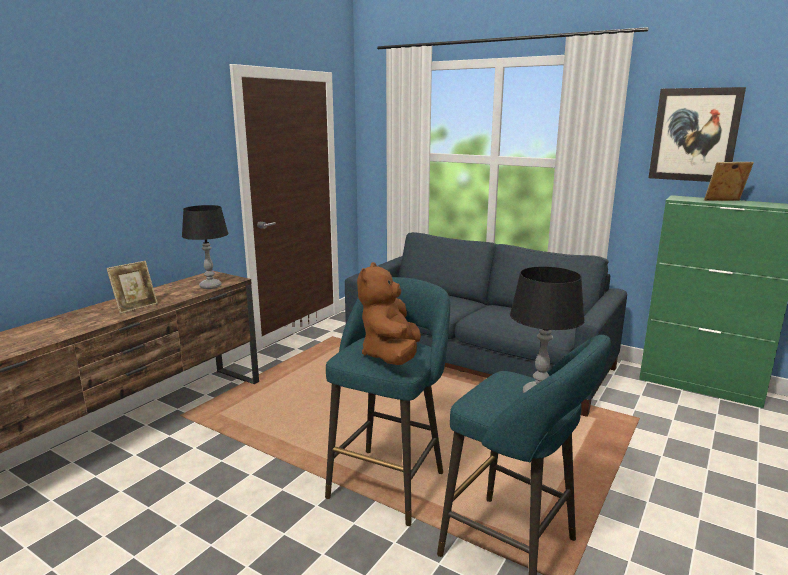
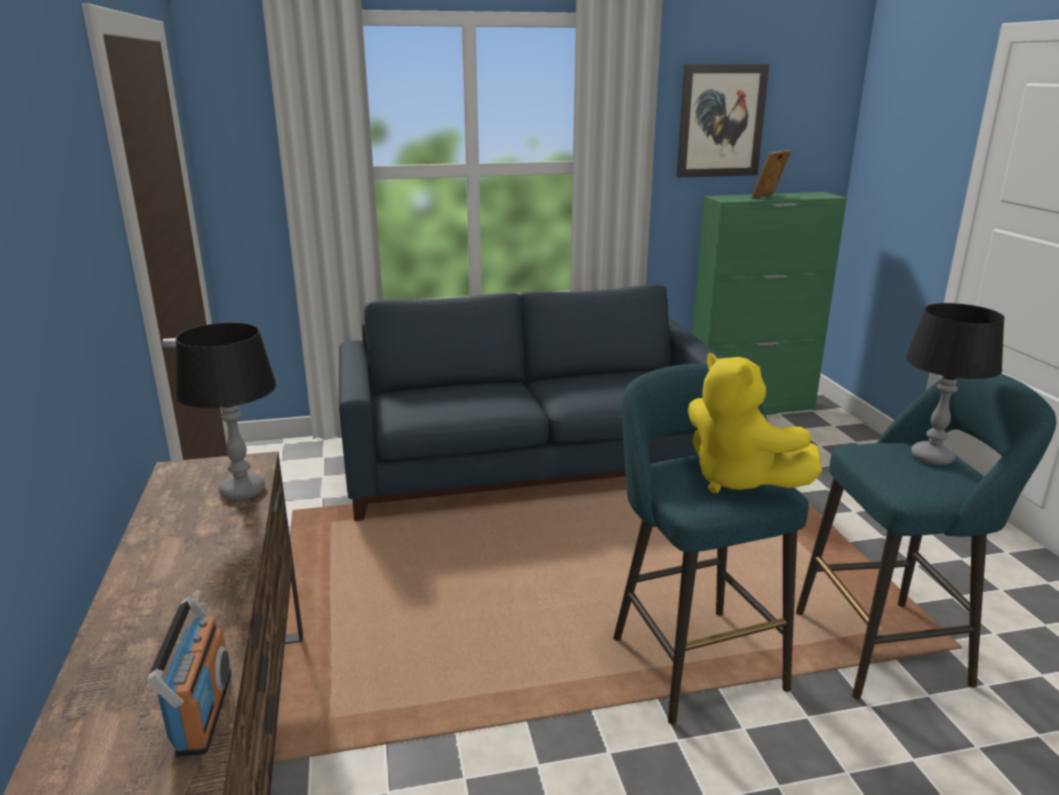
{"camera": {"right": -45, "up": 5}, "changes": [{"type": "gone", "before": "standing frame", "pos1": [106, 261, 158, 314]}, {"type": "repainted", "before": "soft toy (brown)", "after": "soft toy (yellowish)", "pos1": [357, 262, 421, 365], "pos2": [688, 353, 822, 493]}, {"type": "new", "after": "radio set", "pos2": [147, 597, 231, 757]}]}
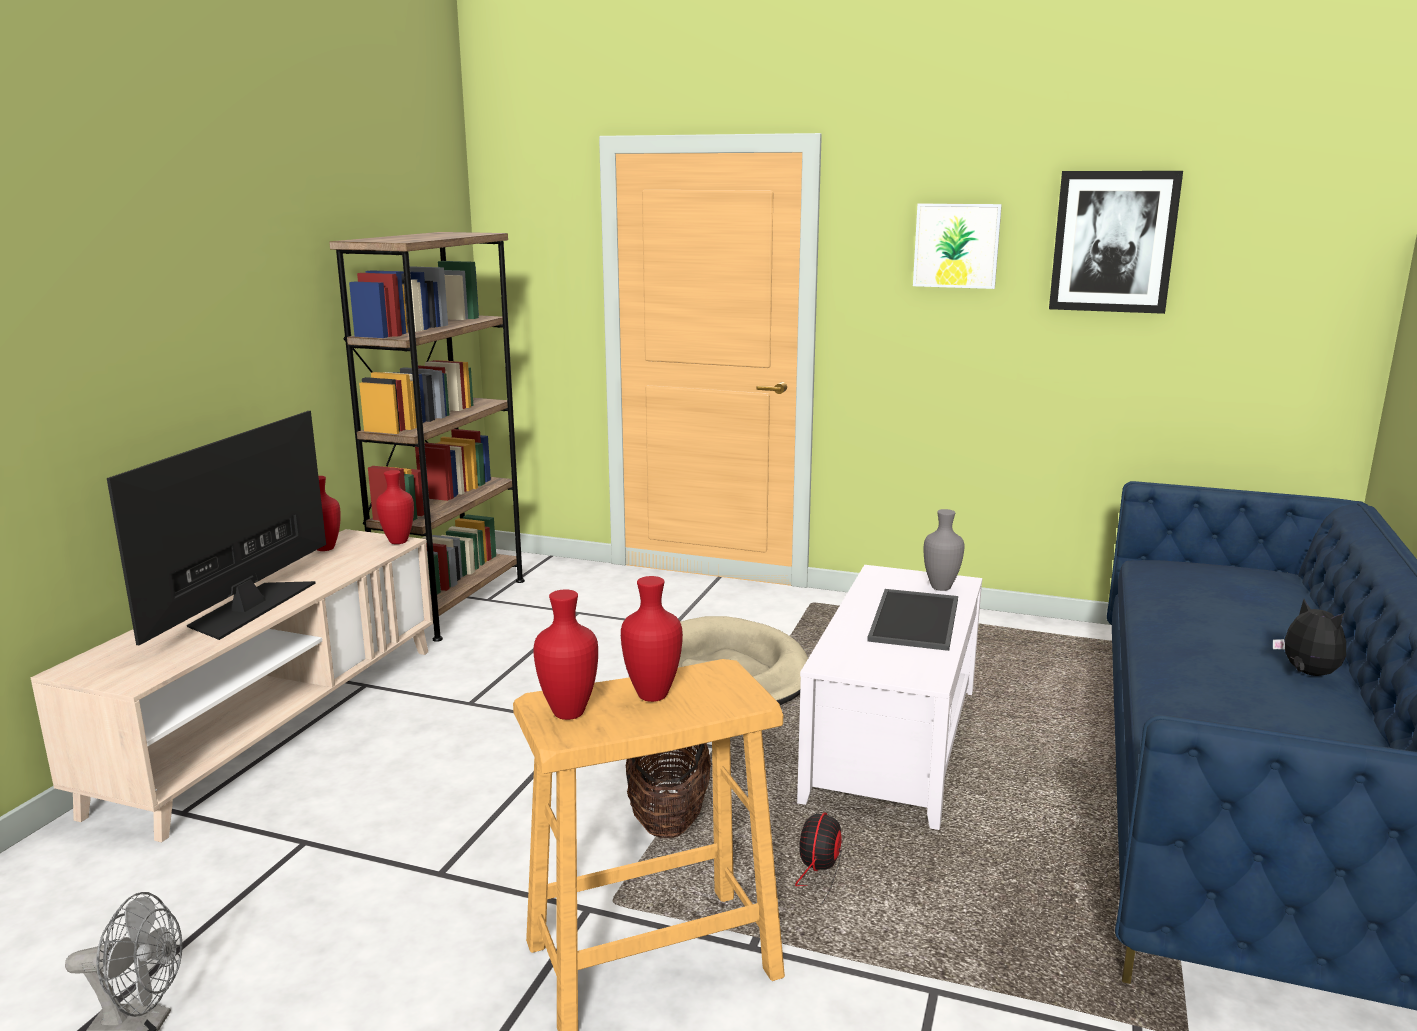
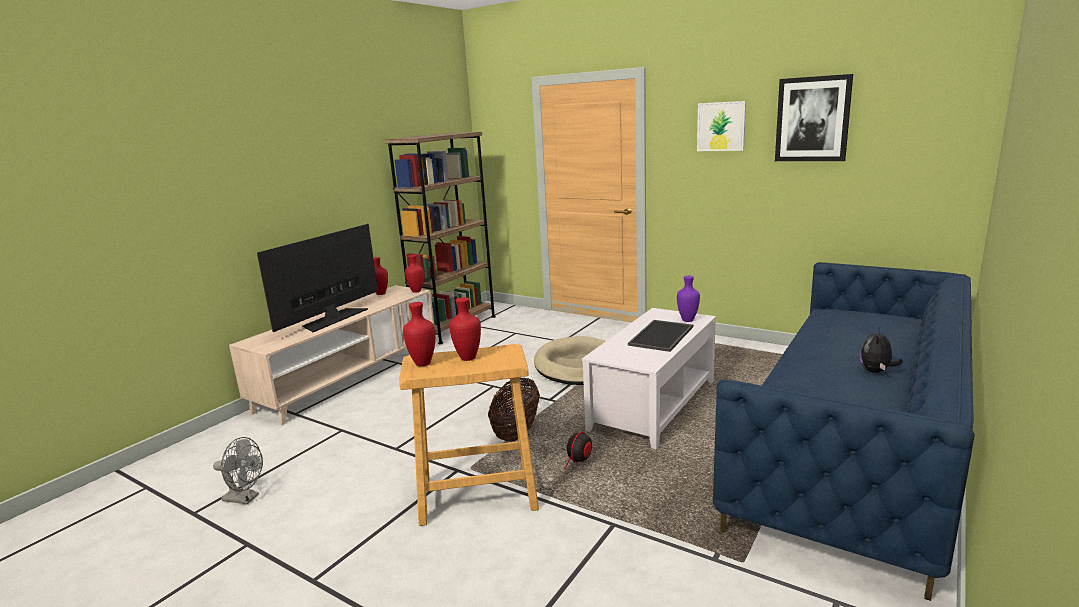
{"camera": {"right": 15, "up": 0}, "changes": [{"type": "repainted", "before": "decorative vase (gray)", "after": "decorative vase (purple)", "pos1": [924, 509, 964, 591], "pos2": [677, 276, 700, 322]}, {"type": "rotated", "before": "soft toy", "pos1": [1273, 599, 1346, 676], "pos2": [860, 328, 903, 373], "turn": -135}]}
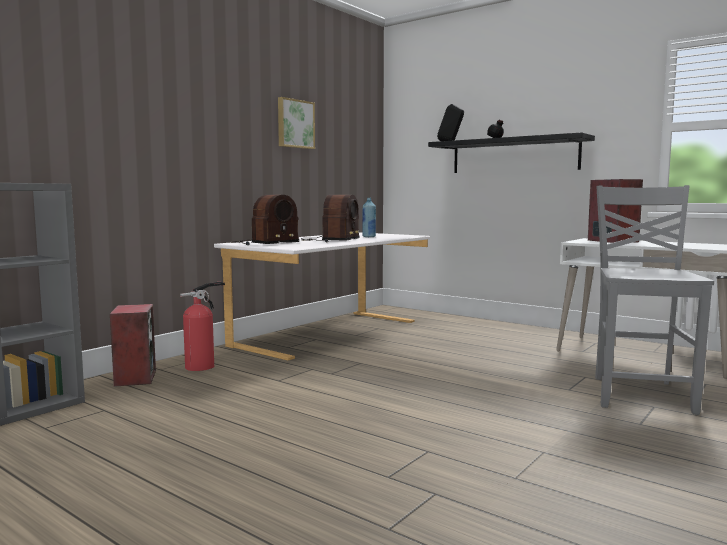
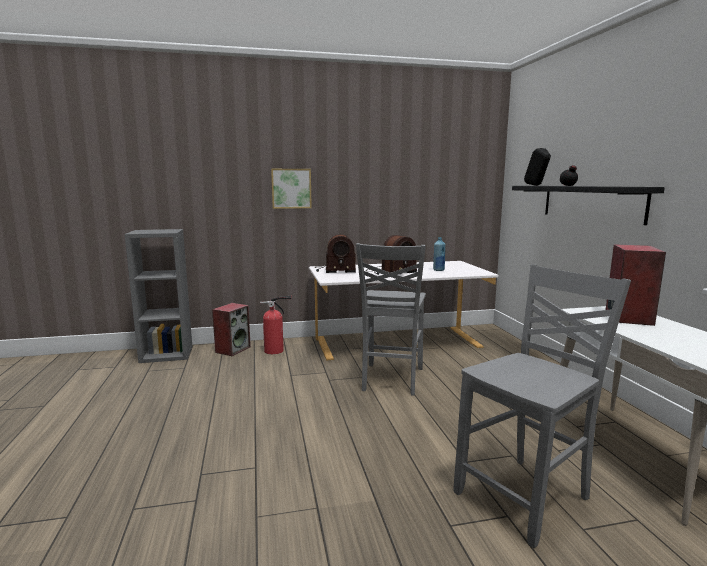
{"camera": {"right": 40, "up": 5}, "changes": [{"type": "shifted", "before": "picture", "pos1": [278, 97, 315, 149], "pos2": [271, 169, 312, 209]}, {"type": "new", "after": "plain chair (gray)", "pos2": [356, 243, 426, 395]}]}
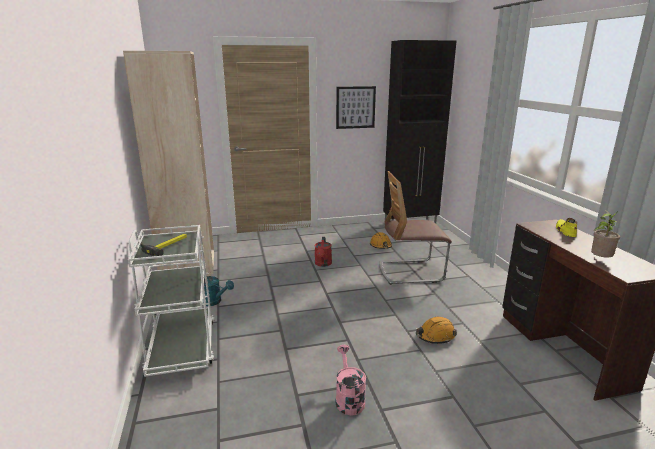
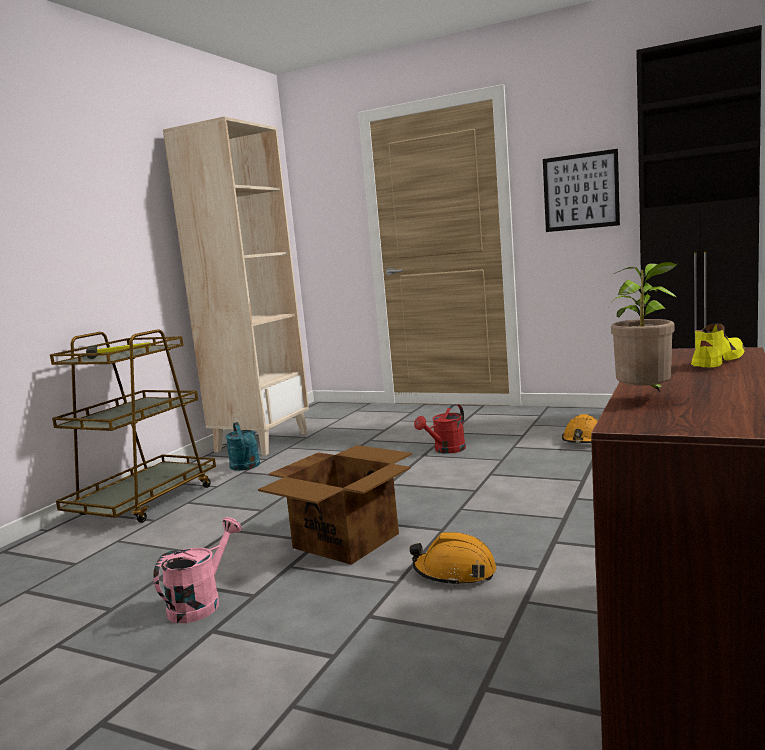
{"camera": {"right": 40, "up": -10}, "changes": [{"type": "gone", "before": "plain chair", "pos1": [380, 171, 452, 285]}, {"type": "repainted", "before": "wheeled cart (white)", "after": "wheeled cart (brown)", "pos1": [128, 225, 214, 377], "pos2": [50, 329, 216, 523]}, {"type": "new", "after": "cardboard box", "pos2": [258, 445, 412, 565]}]}
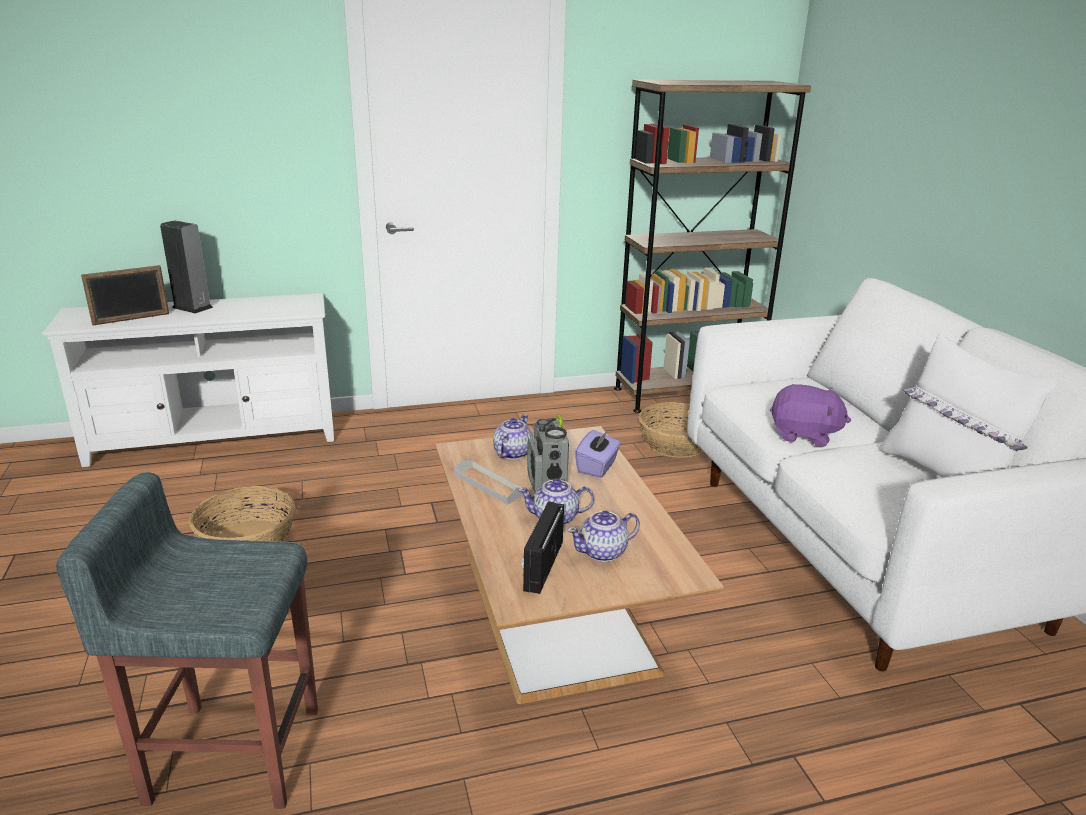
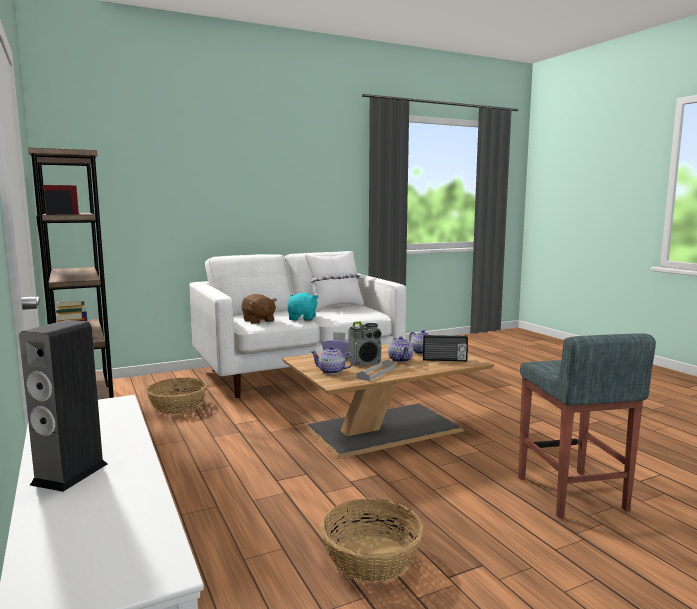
{"camera": {"right": -100, "up": -15}, "changes": [{"type": "gone", "before": "standing frame", "pos1": [81, 265, 169, 325]}, {"type": "repainted", "before": "soft toy (purple)", "after": "soft toy (turquoise)", "pos1": [770, 384, 851, 447], "pos2": [287, 292, 319, 321]}, {"type": "new", "after": "soft toy (brown)", "pos2": [242, 294, 277, 324]}]}
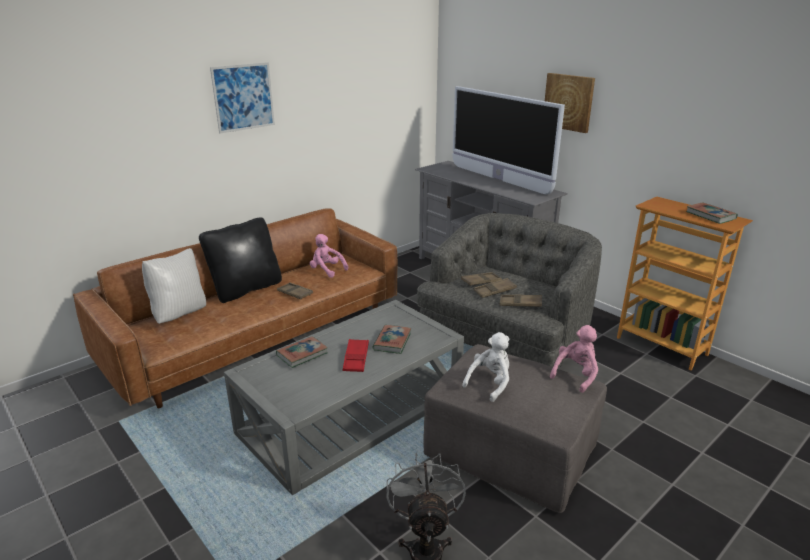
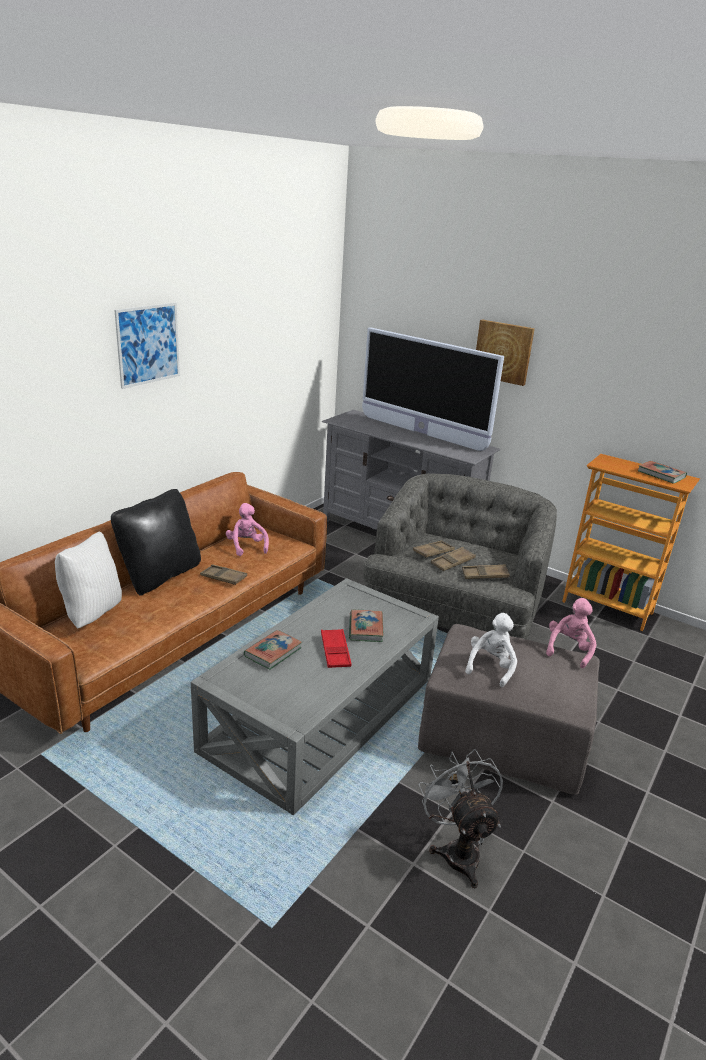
{"camera": {"right": -15, "up": 0}, "changes": [{"type": "rotated", "before": "soft toy (pink)", "pos1": [310, 234, 348, 278], "pos2": [226, 503, 269, 556], "turn": 45}]}
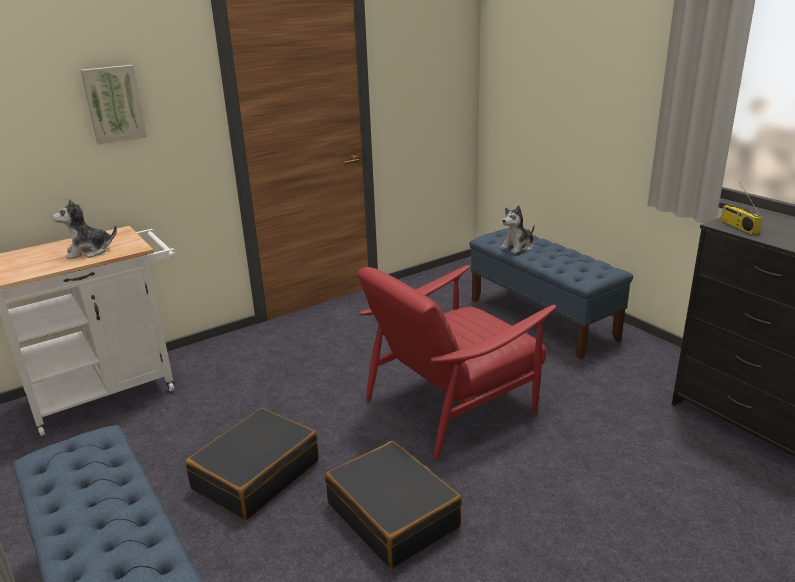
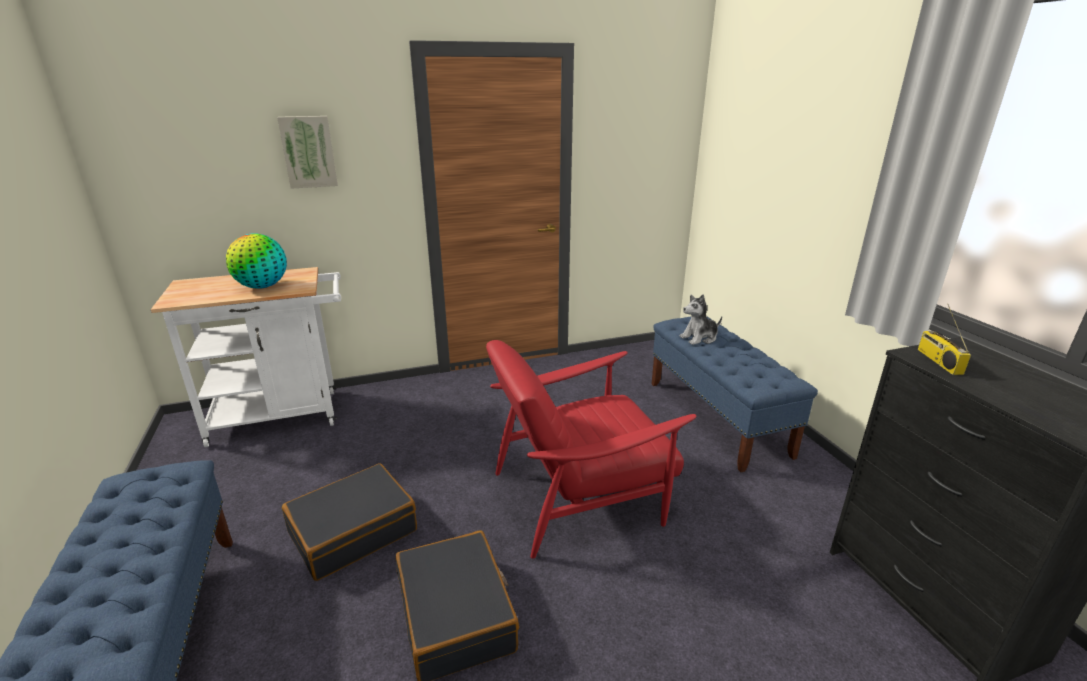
{"camera": {"right": 15, "up": 0}, "changes": [{"type": "swapped", "before": "soft toy", "after": "globe", "pos1": [52, 199, 117, 259], "pos2": [226, 233, 287, 289]}]}
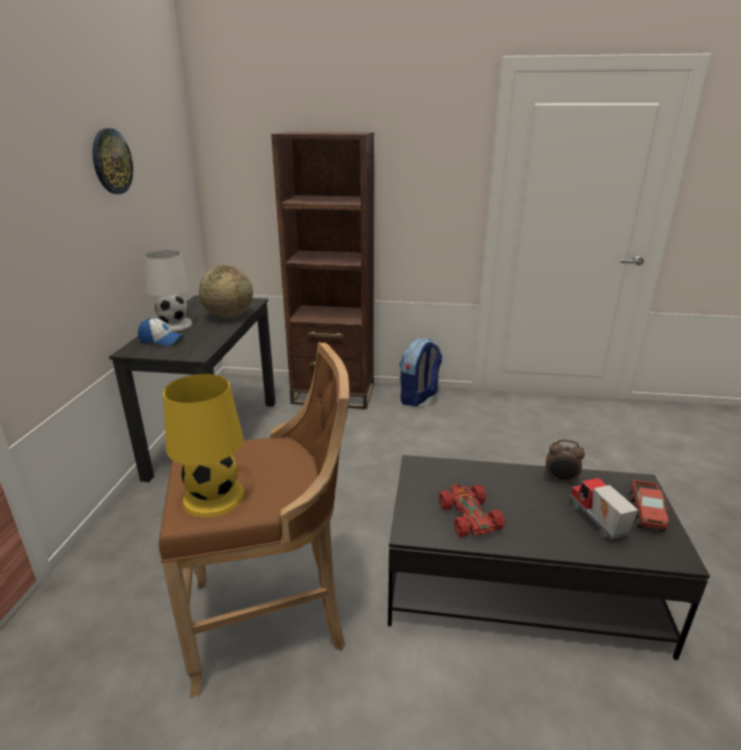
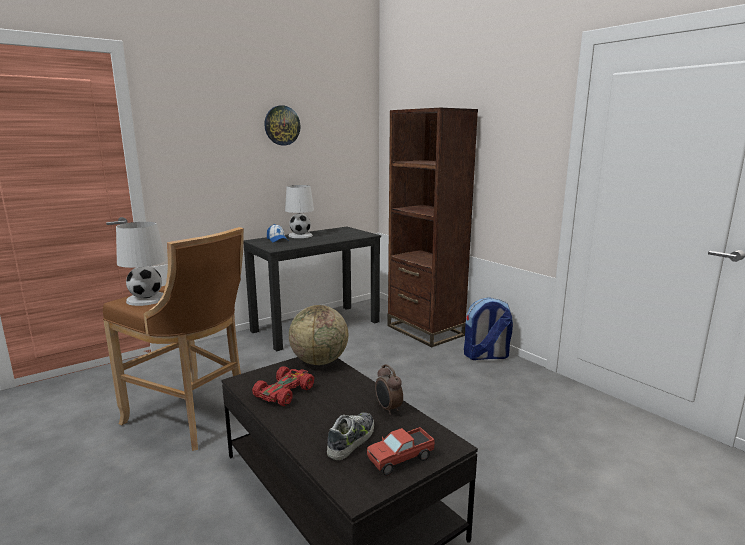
{"camera": {"right": 45, "up": -10}, "changes": [{"type": "shifted", "before": "globe", "pos1": [199, 265, 253, 319], "pos2": [289, 305, 348, 365]}, {"type": "repainted", "before": "lamp for a table (yellowish)", "after": "lamp for a table (white)", "pos1": [163, 374, 245, 517], "pos2": [116, 222, 166, 306]}, {"type": "swapped", "before": "toy truck", "after": "item of footwear", "pos1": [570, 478, 638, 539], "pos2": [327, 412, 374, 460]}]}
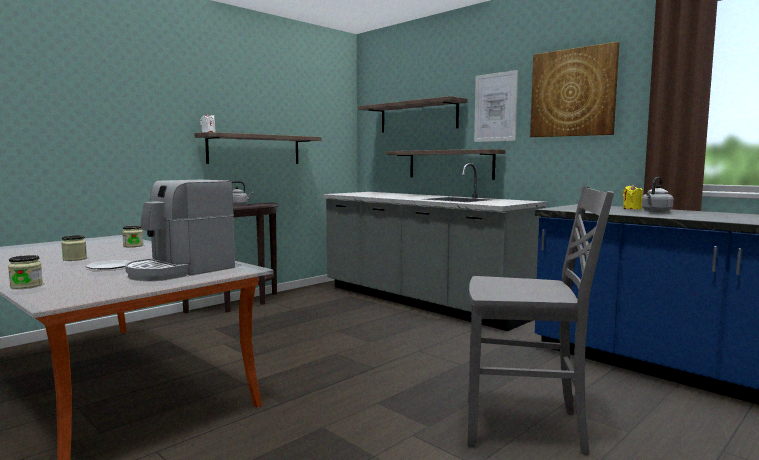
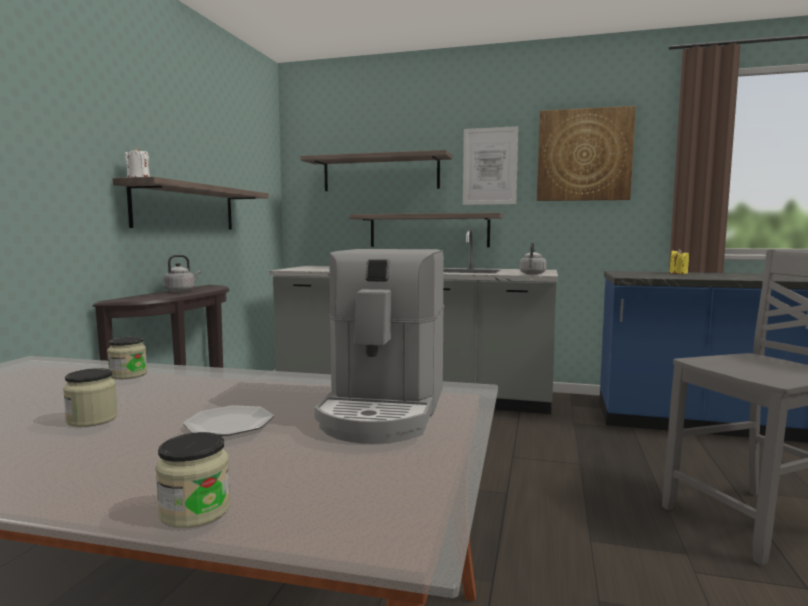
{"camera": {"right": -30, "up": 0}, "changes": [{"type": "shifted", "before": "kettle (gray)", "pos1": [642, 177, 674, 212], "pos2": [520, 242, 546, 274]}]}
